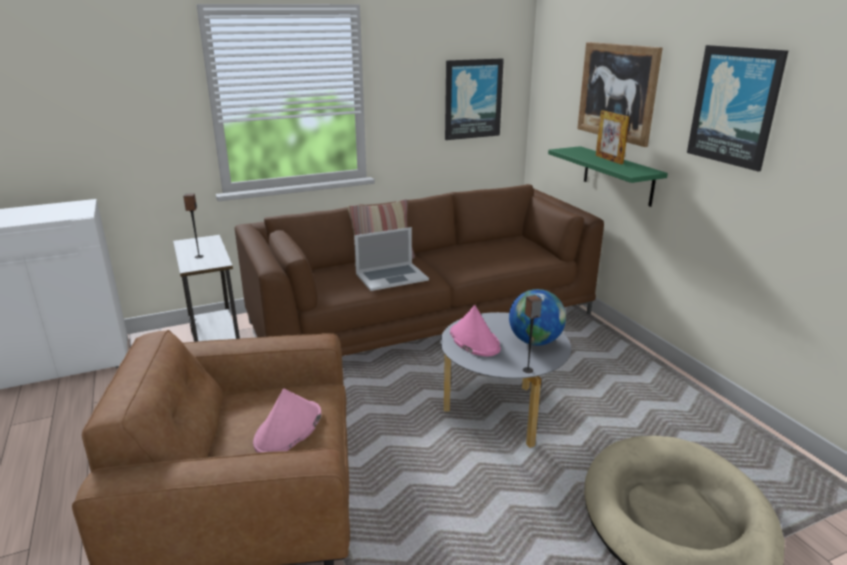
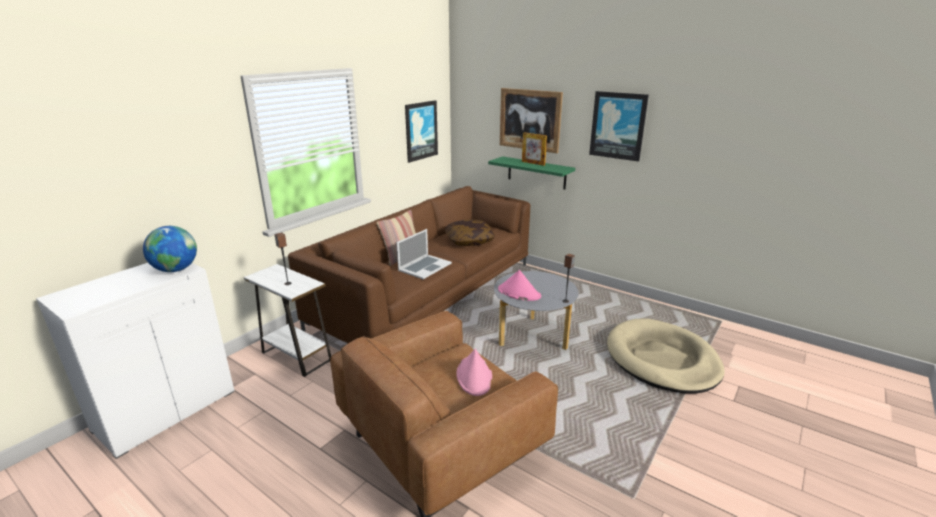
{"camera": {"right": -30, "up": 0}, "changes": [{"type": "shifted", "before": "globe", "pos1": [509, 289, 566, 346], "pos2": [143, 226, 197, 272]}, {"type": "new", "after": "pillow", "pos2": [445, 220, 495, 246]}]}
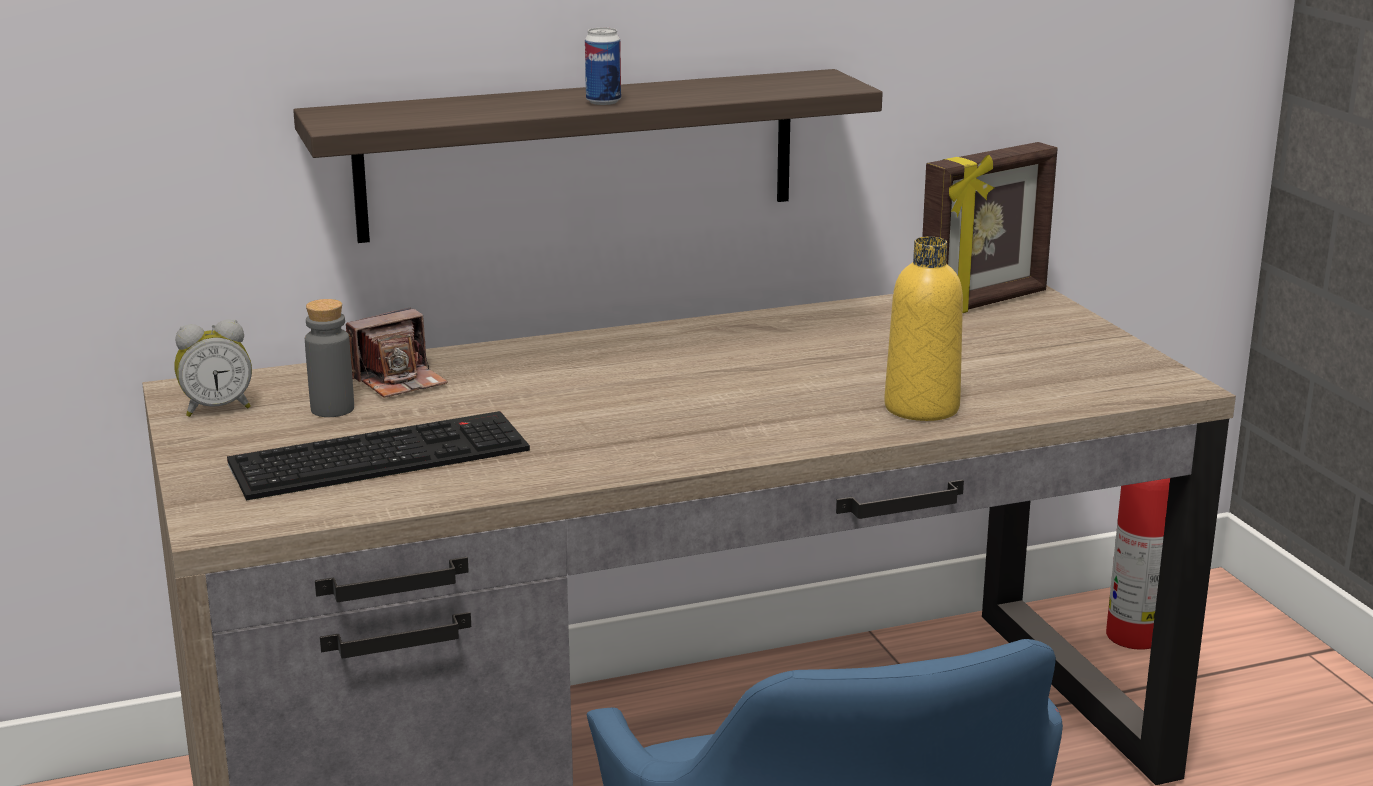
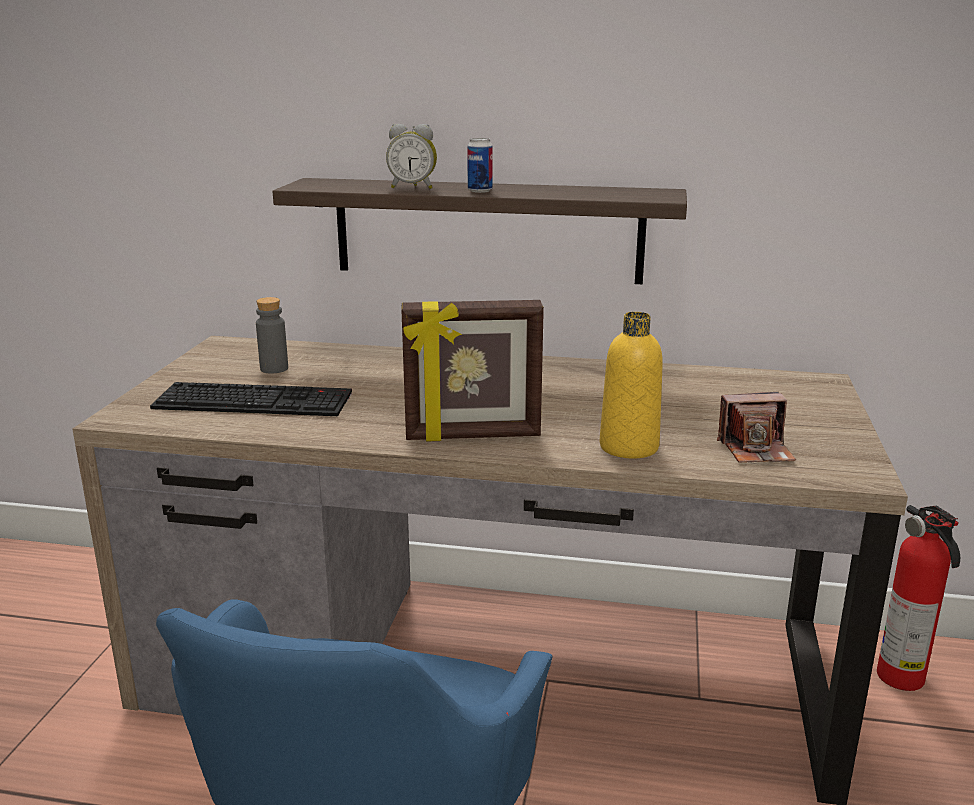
{"camera": {"right": 30, "up": 0}, "changes": [{"type": "shifted", "before": "standing frame", "pos1": [922, 142, 1058, 313], "pos2": [401, 300, 544, 442]}, {"type": "shifted", "before": "photo camera", "pos1": [346, 307, 448, 398], "pos2": [717, 392, 796, 463]}, {"type": "shifted", "before": "table clock", "pos1": [174, 320, 252, 417], "pos2": [386, 124, 437, 189]}]}
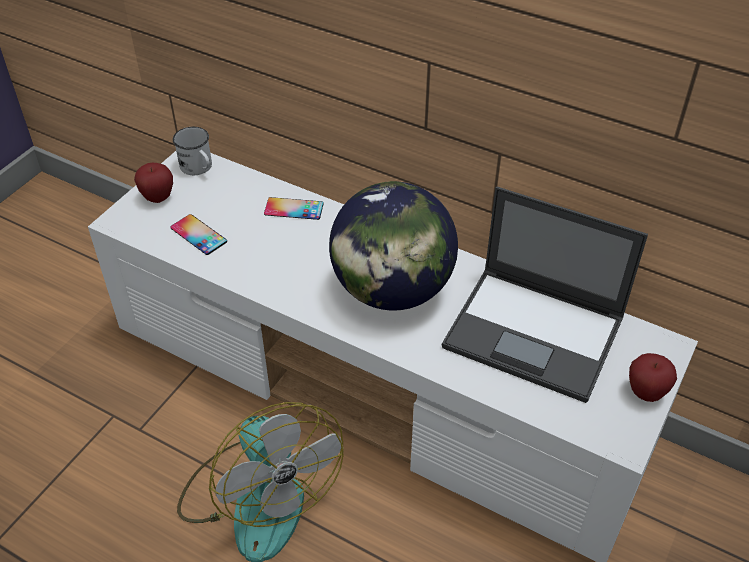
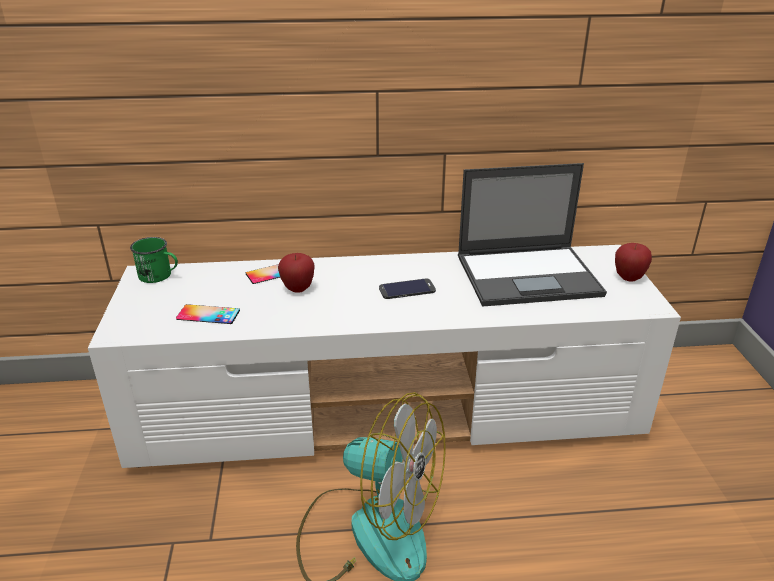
{"camera": {"right": -35, "up": -15}, "changes": [{"type": "repainted", "before": "tea mug (white)", "after": "tea mug (greenish)", "pos1": [173, 127, 212, 175], "pos2": [130, 237, 178, 283]}, {"type": "shifted", "before": "apple", "pos1": [134, 163, 173, 203], "pos2": [278, 253, 314, 293]}, {"type": "swapped", "before": "globe", "after": "handset", "pos1": [329, 181, 458, 311], "pos2": [379, 279, 436, 299]}]}
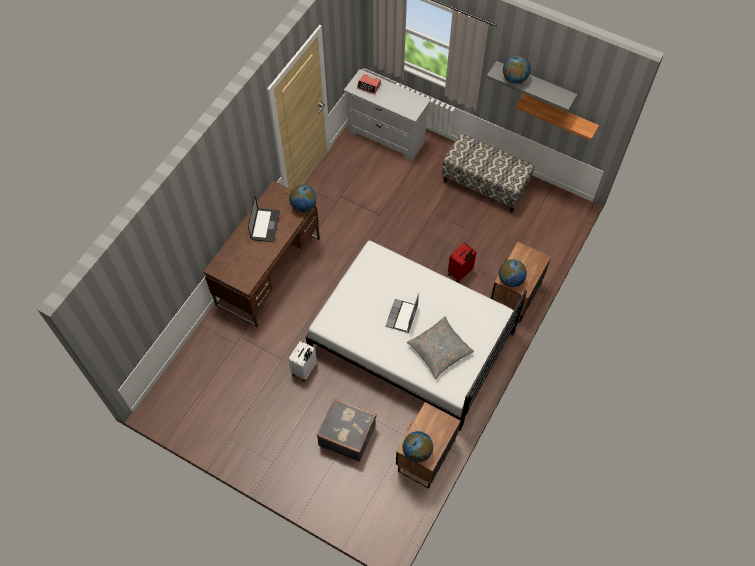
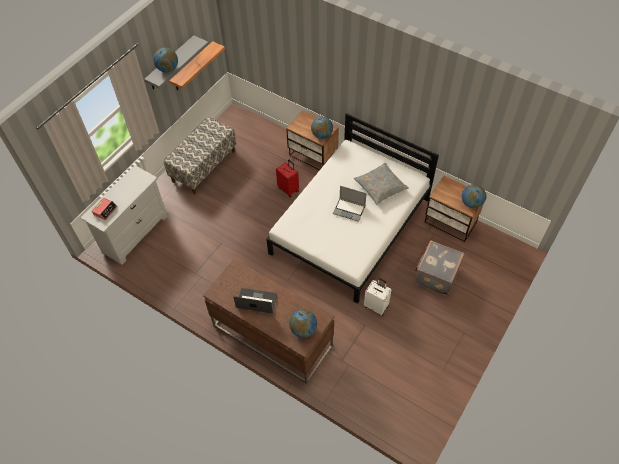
{"camera": {"right": -85, "up": -5}, "changes": [{"type": "shifted", "before": "globe", "pos1": [289, 185, 316, 212], "pos2": [289, 309, 317, 338]}]}
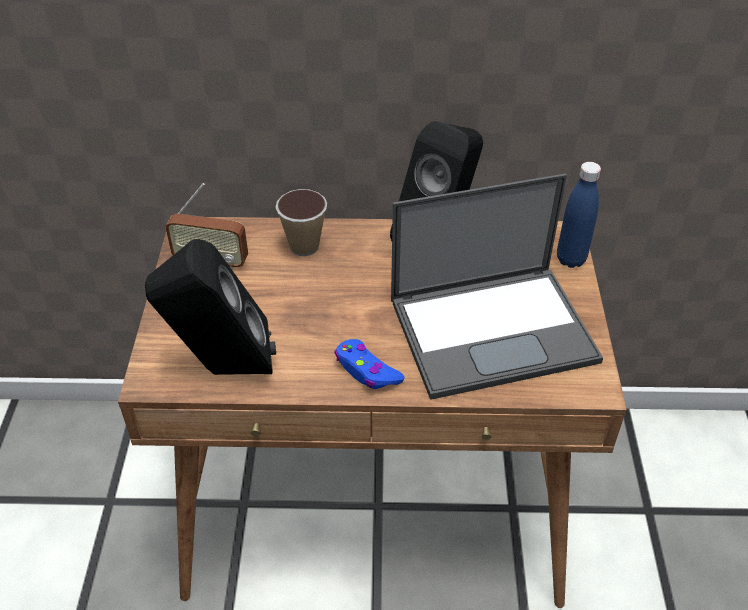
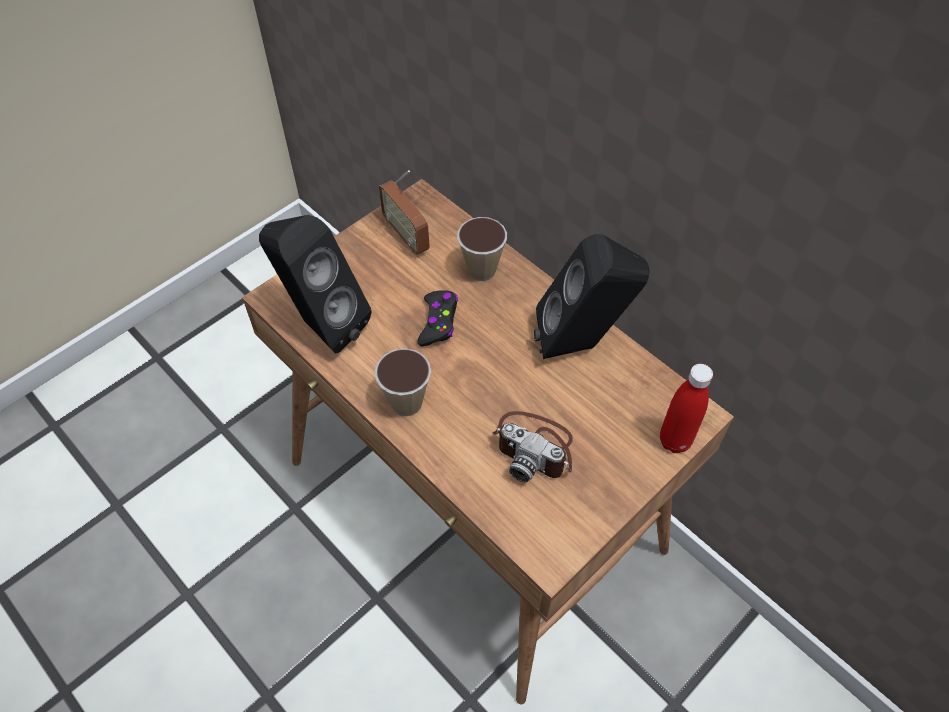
{"camera": {"right": 45, "up": 10}, "changes": [{"type": "repainted", "before": "bottle (bluish)", "after": "bottle (red-coloured)", "pos1": [557, 162, 601, 268], "pos2": [660, 364, 713, 453]}, {"type": "swapped", "before": "laptop", "after": "photo camera", "pos1": [391, 174, 603, 400], "pos2": [492, 411, 573, 482]}, {"type": "swapped", "before": "joypad (bluish)", "after": "small cup", "pos1": [334, 339, 405, 389], "pos2": [375, 348, 431, 416]}, {"type": "new", "after": "joypad (blackish)", "pos2": [418, 290, 458, 347]}]}
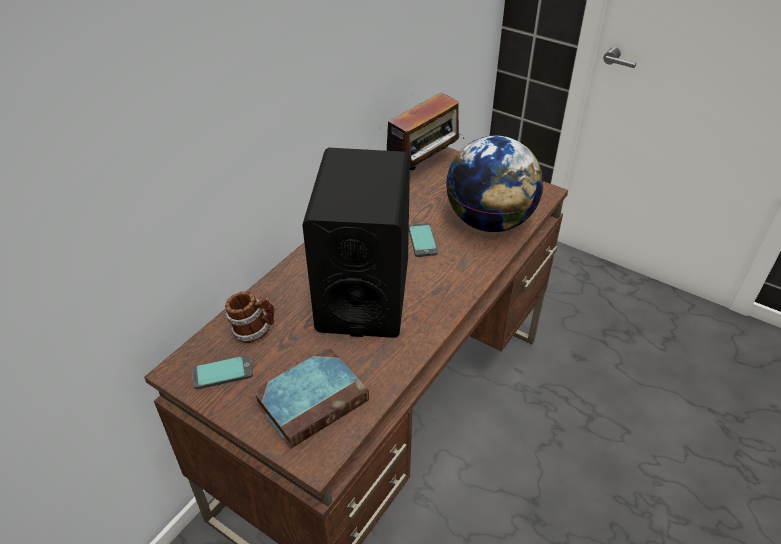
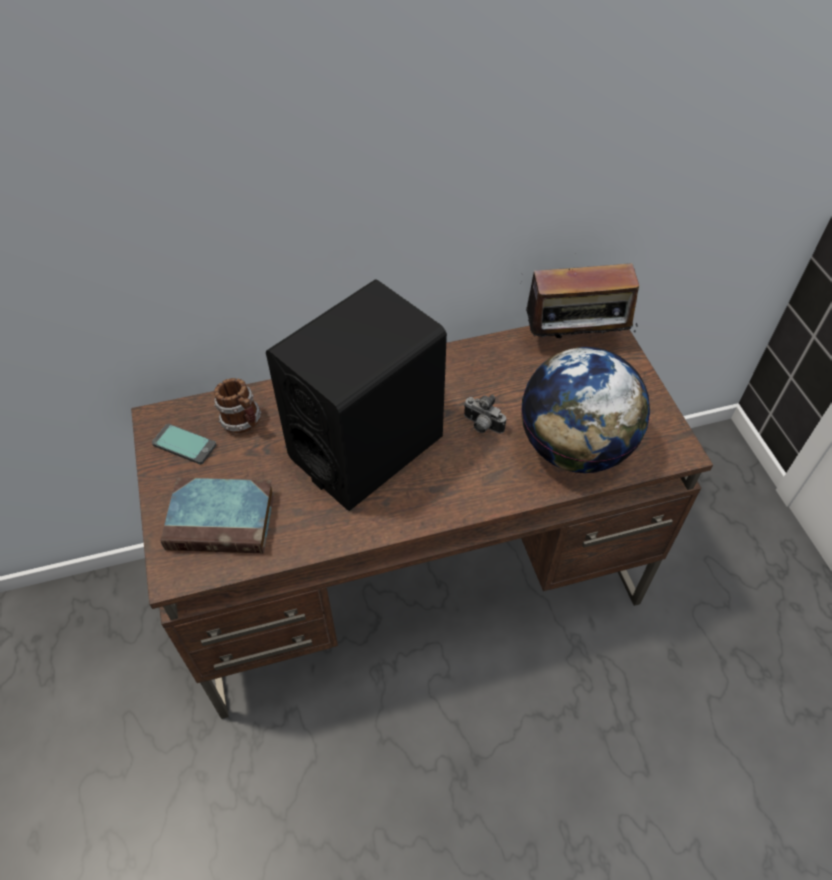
{"camera": {"right": 40, "up": 10}, "changes": [{"type": "swapped", "before": "handset", "after": "photo camera", "pos1": [409, 223, 438, 257], "pos2": [464, 395, 506, 433]}]}
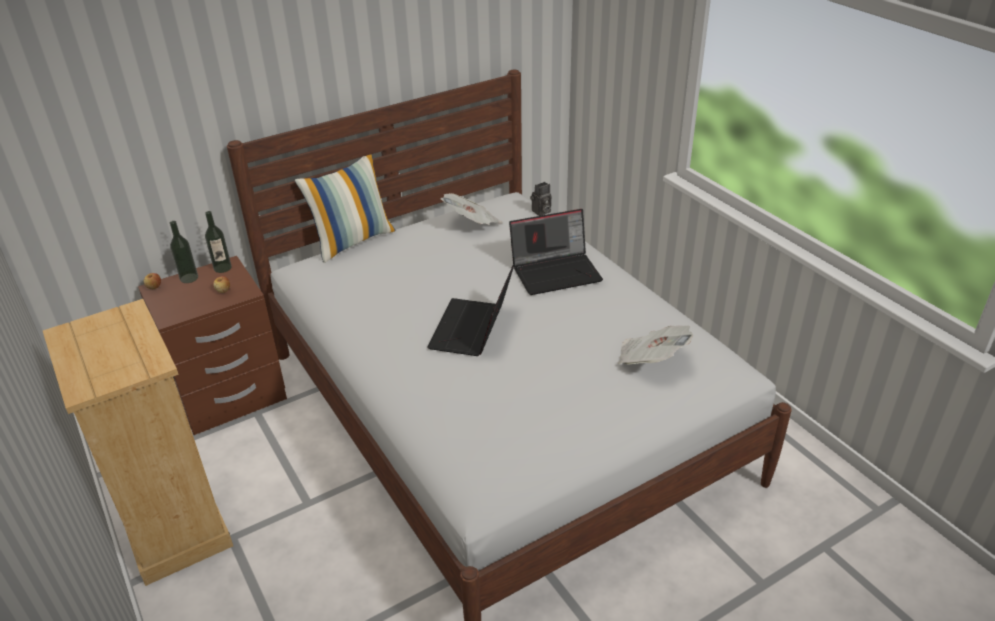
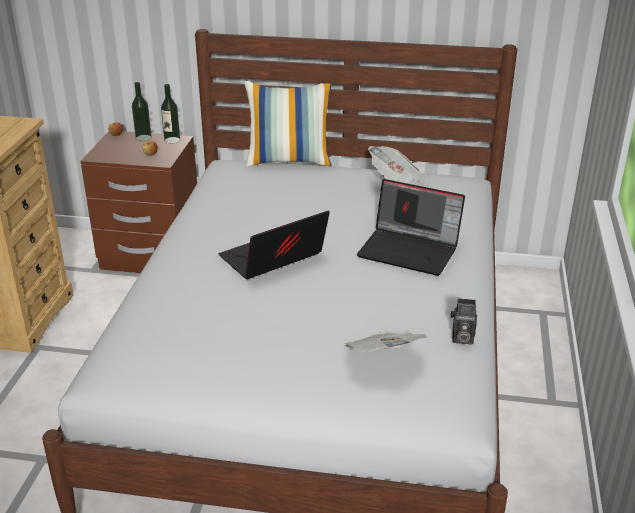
{"camera": {"right": 40, "up": -5}, "changes": [{"type": "shifted", "before": "photo camera", "pos1": [530, 182, 551, 216], "pos2": [451, 298, 477, 345]}]}
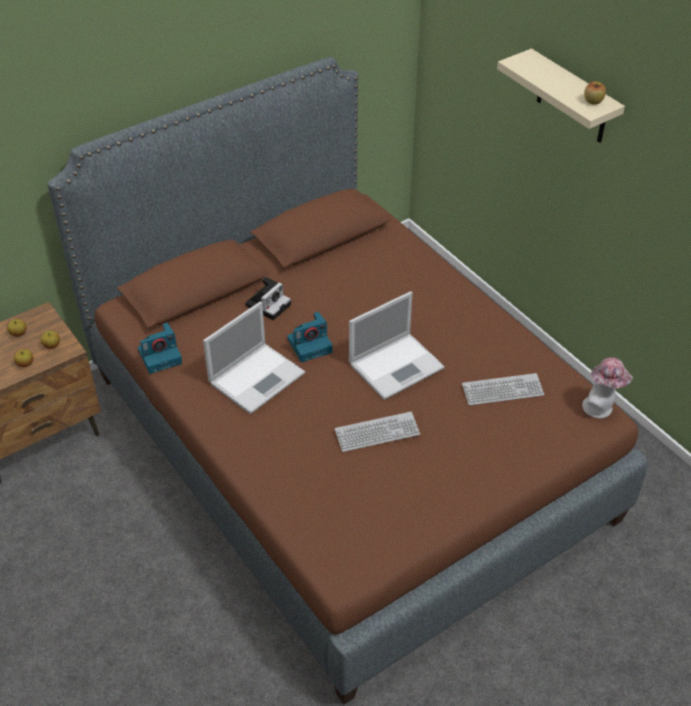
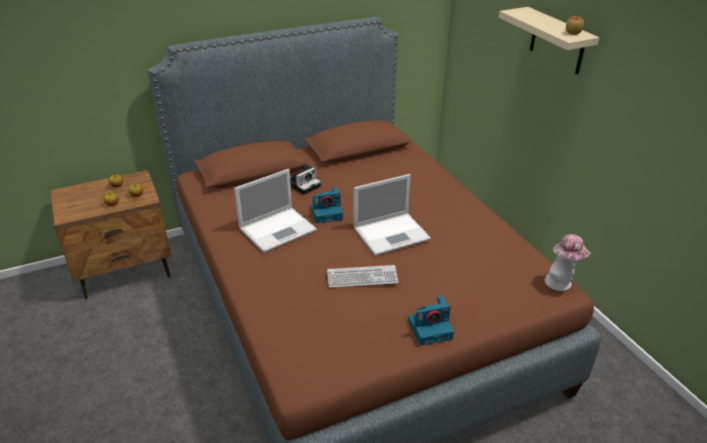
{"camera": {"right": 10, "up": -10}, "changes": [{"type": "shifted", "before": "photo camera", "pos1": [138, 323, 182, 374], "pos2": [408, 295, 454, 345]}, {"type": "gone", "before": "computer keyboard", "pos1": [462, 373, 544, 405]}]}
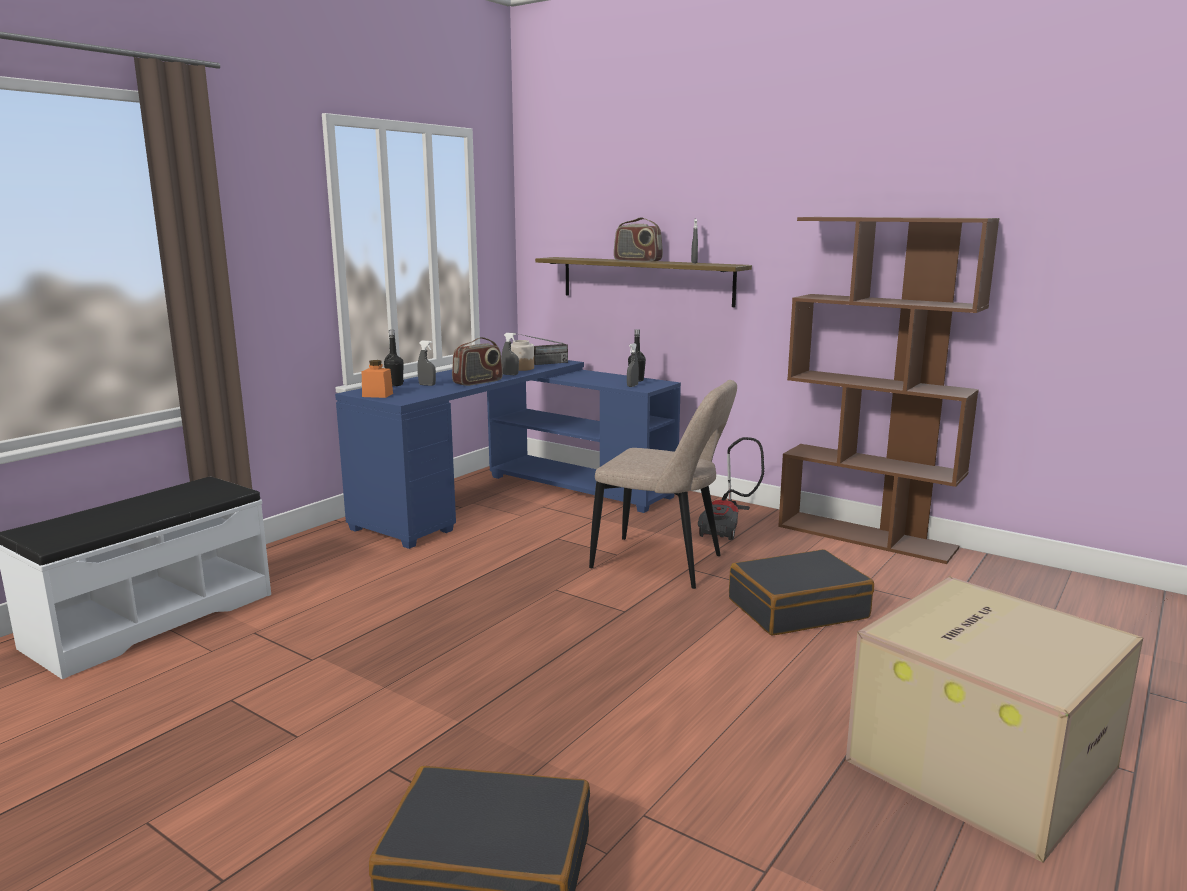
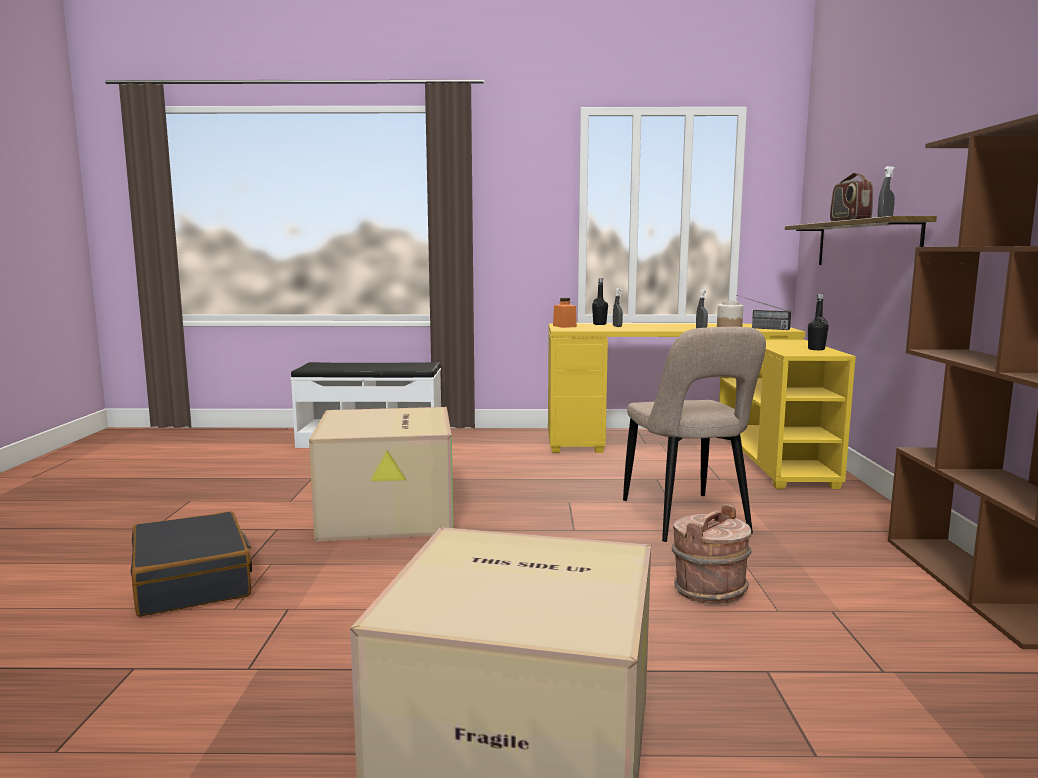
{"camera": {"right": 55, "up": -5}, "changes": [{"type": "gone", "before": "radio set", "pos1": [452, 337, 503, 386]}, {"type": "gone", "before": "spray bottle (gray)", "pos1": [627, 343, 639, 387]}, {"type": "repainted", "before": "desk (bluish)", "after": "desk (yellowish)", "pos1": [335, 360, 681, 549], "pos2": [548, 323, 856, 489]}, {"type": "gone", "before": "hoover", "pos1": [698, 437, 764, 540]}, {"type": "swapped", "before": "travel case (blackish)", "after": "pail (brown)", "pos1": [729, 549, 874, 635], "pos2": [672, 504, 752, 604]}, {"type": "new", "after": "cardboard box", "pos2": [309, 407, 453, 542]}]}
